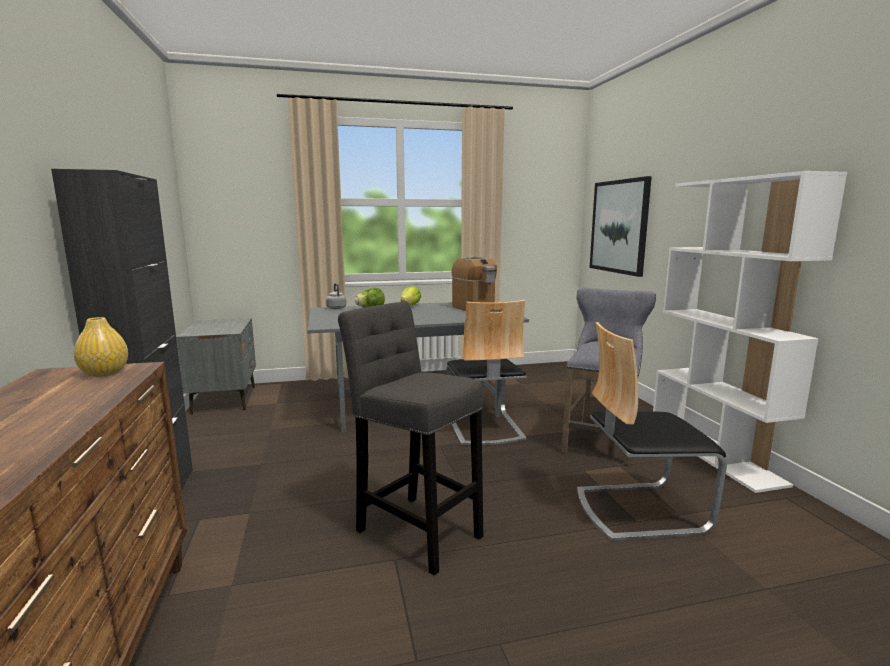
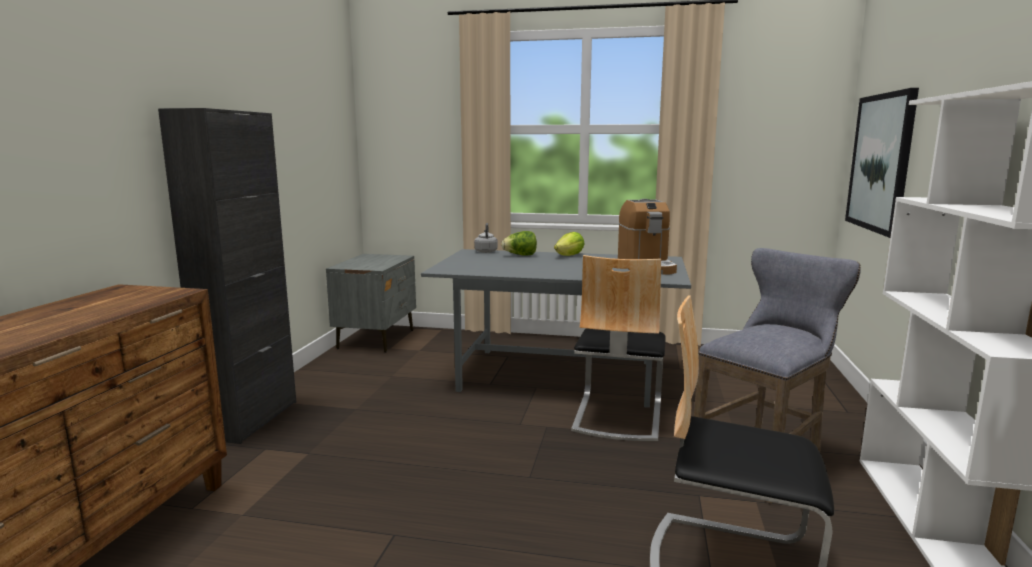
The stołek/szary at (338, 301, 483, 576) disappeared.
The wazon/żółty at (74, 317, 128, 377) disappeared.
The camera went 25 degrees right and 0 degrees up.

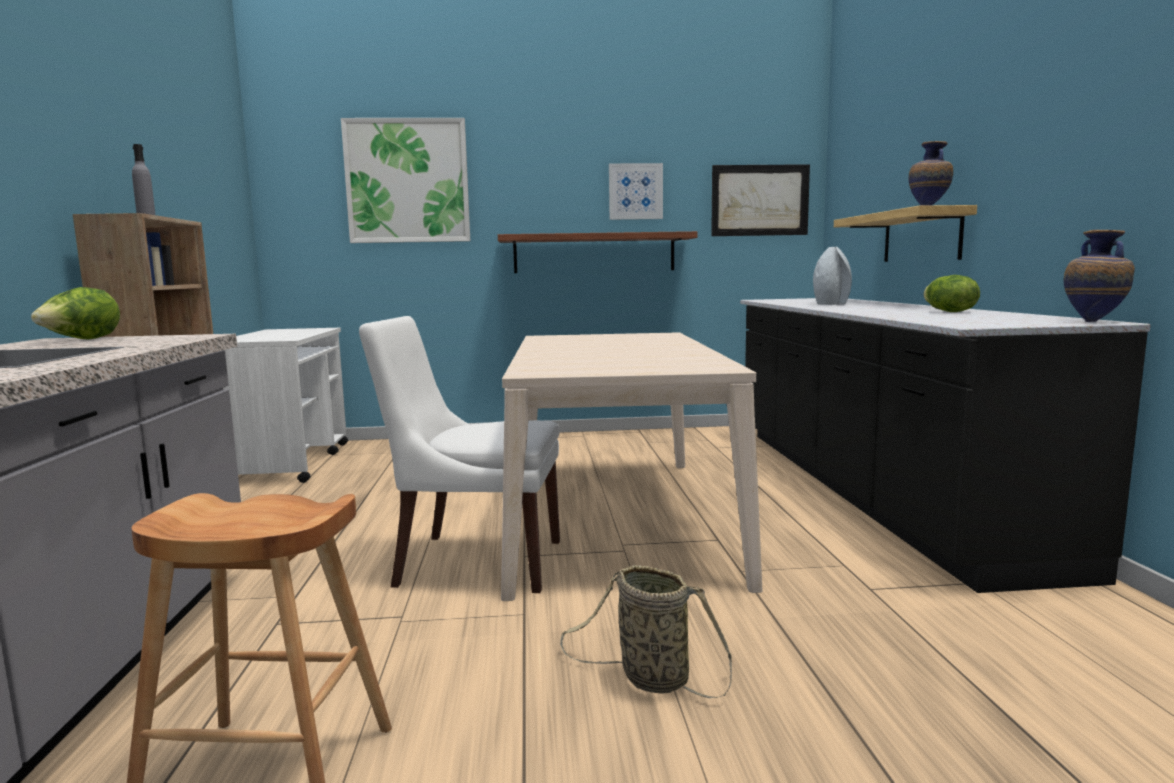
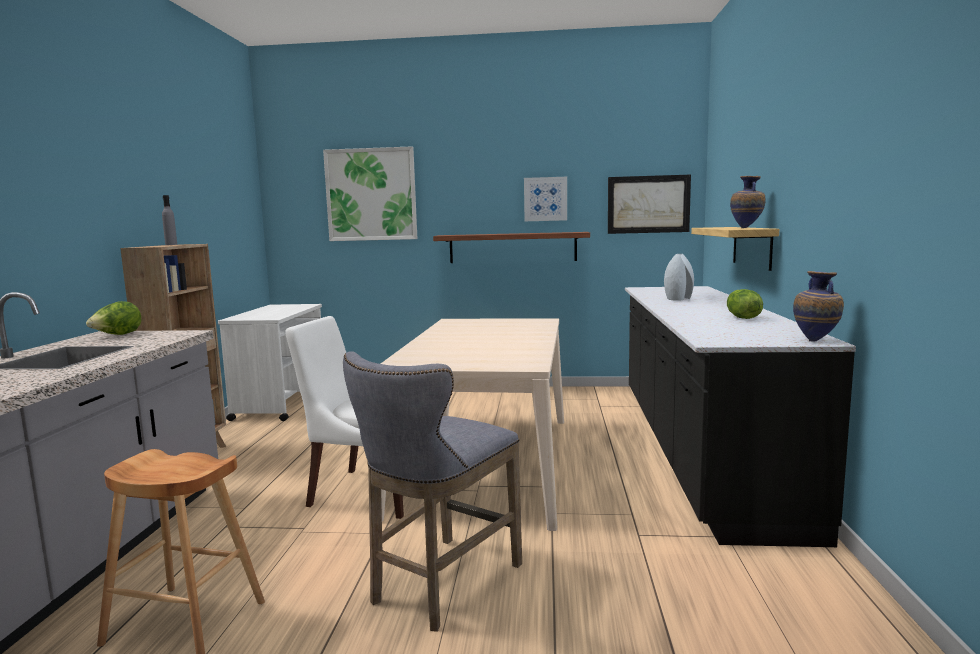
The koszyk at (560, 565, 732, 698) was replaced by the stołek/szary at (343, 351, 522, 632).
The camera went 10 degrees right and 0 degrees up.

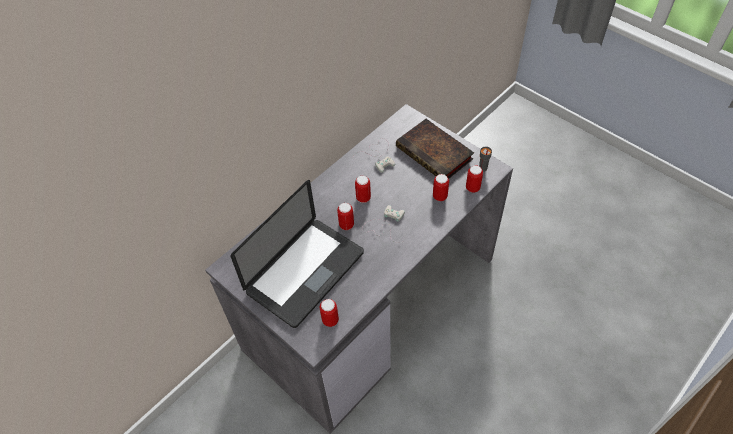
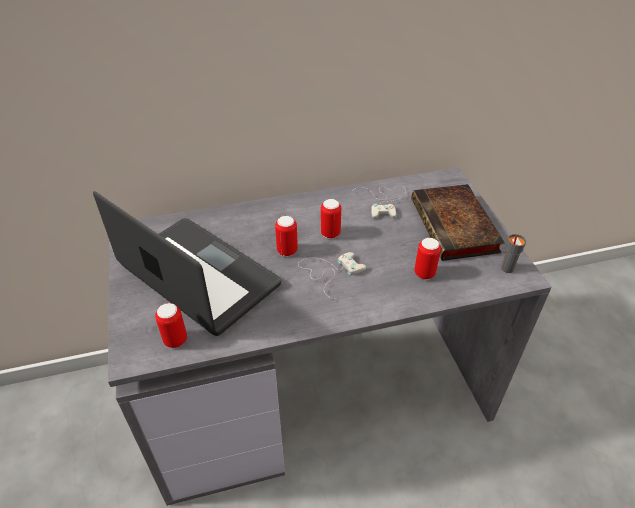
The puszka at (466, 165, 483, 193) disappeared.
The laptop at (231, 180, 364, 328) turned 120 degrees counterclockwise.
The camera went 30 degrees right and 10 degrees down.

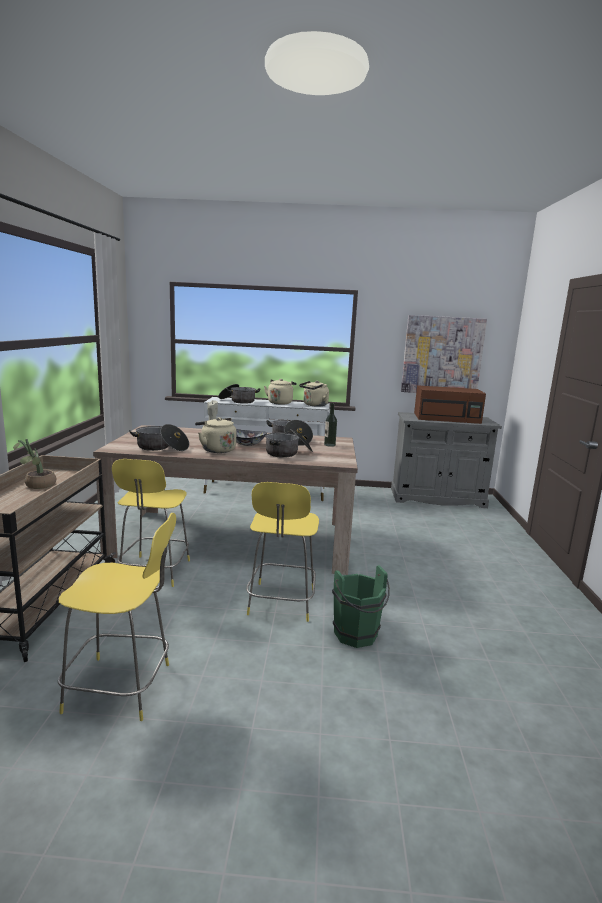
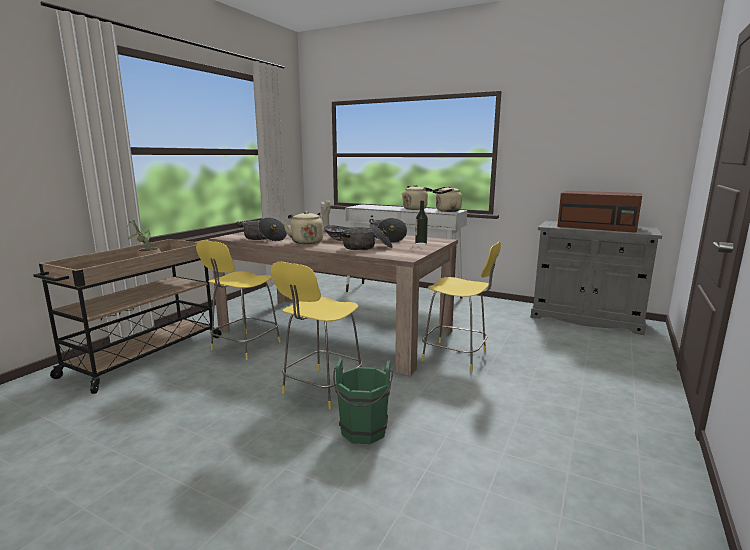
The obraz at (401, 315, 487, 393) disappeared.
The garnek at (218, 384, 260, 404) disappeared.
The stołek/żółty moved from (58, 513, 176, 721) to (422, 242, 501, 372).
The camera went 25 degrees right and 0 degrees up.

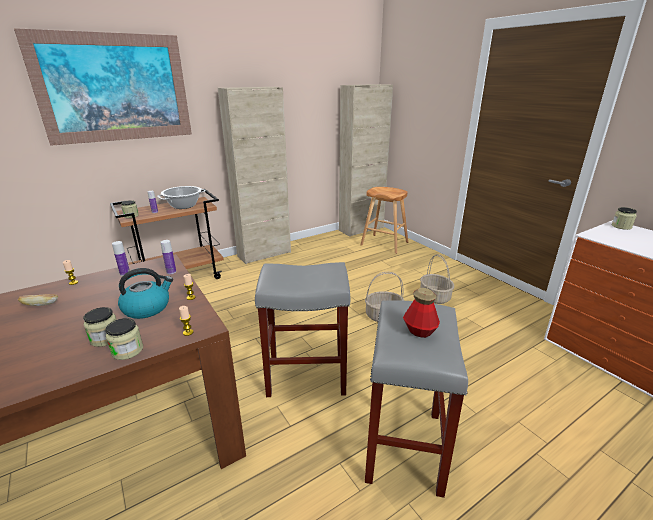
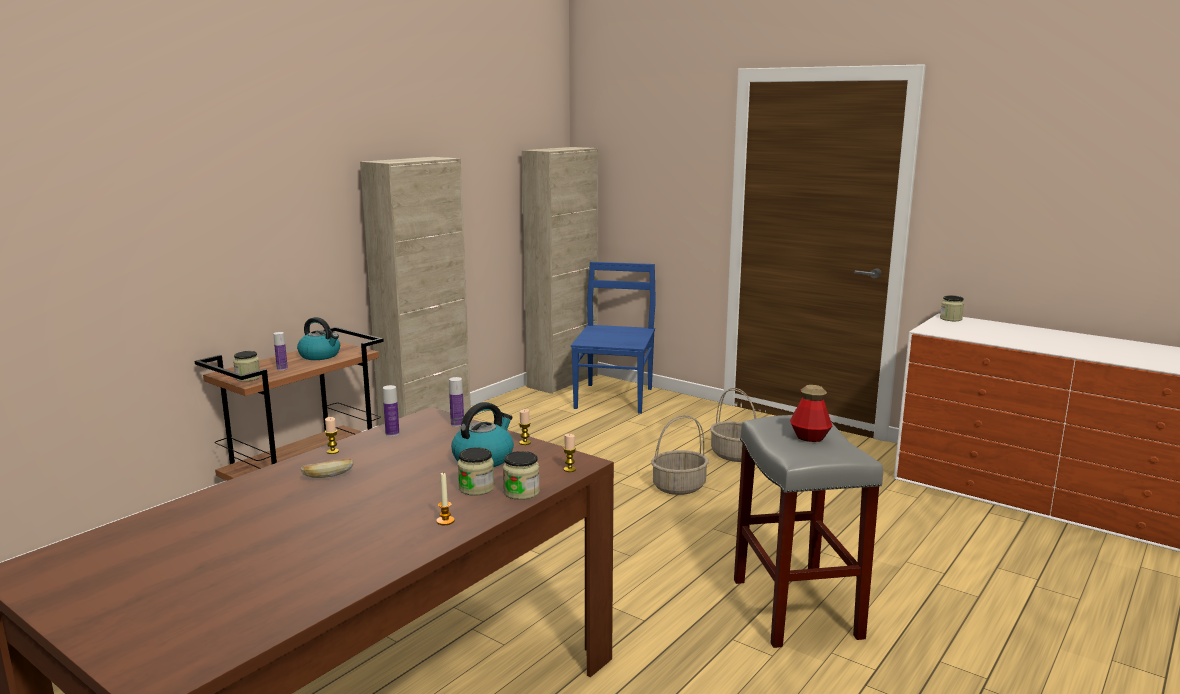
The obraz at (14, 28, 192, 146) disappeared.
The garnek at (157, 186, 206, 209) was replaced by the czajnik at (297, 317, 340, 360).
The stołek/brązowy at (360, 187, 408, 254) was replaced by the krzesło/niebieski at (571, 262, 656, 414).
The stołek/szary at (255, 262, 350, 397) disappeared.
The świeca at (436, 473, 455, 525) appeared.
The camera went 20 degrees left and 10 degrees down.

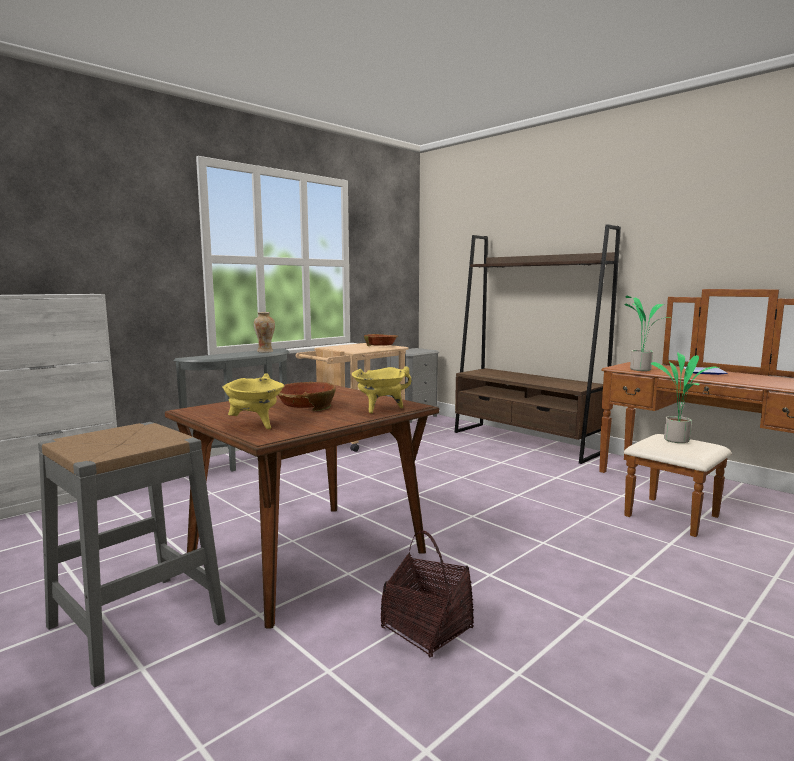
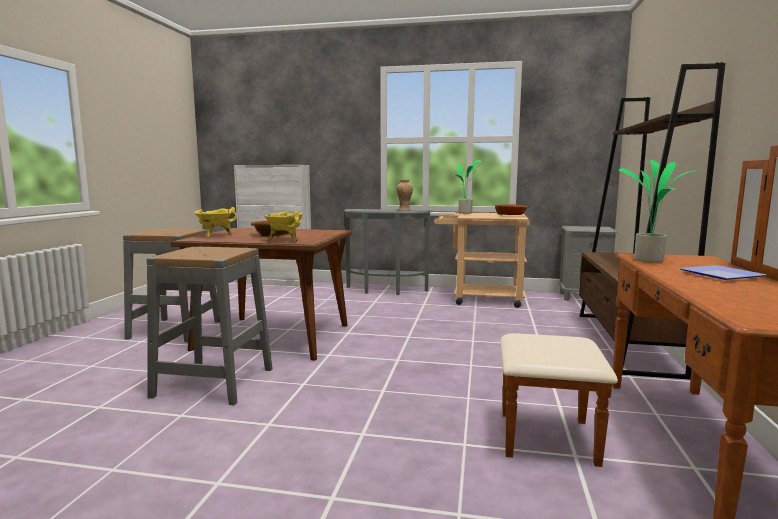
The roślina doniczkowa moved from (651, 352, 719, 443) to (456, 160, 483, 214).
The koszyk at (381, 531, 474, 658) was replaced by the stołek/szary at (147, 247, 273, 405).
The camera went 55 degrees right and 0 degrees up.

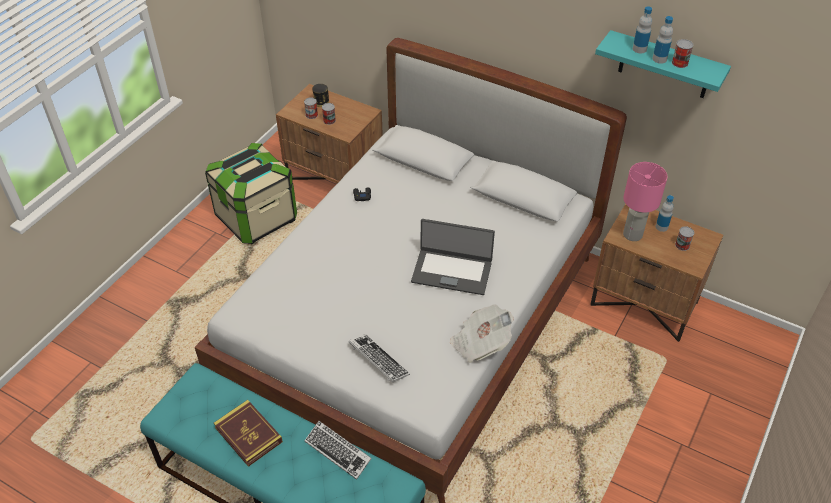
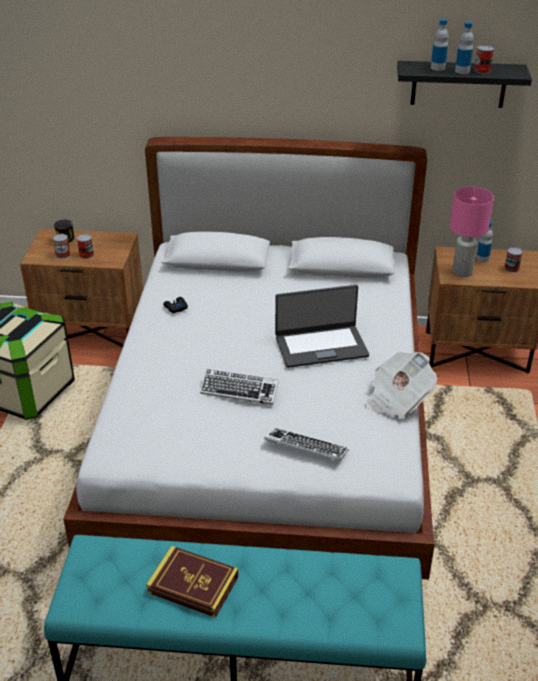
The półka/turkusowy at (595, 30, 731, 98) became the półka/czarny at (397, 61, 532, 108).
The klawiatura moved from (305, 421, 372, 480) to (200, 369, 279, 405).
The camera went 25 degrees left and 10 degrees down.

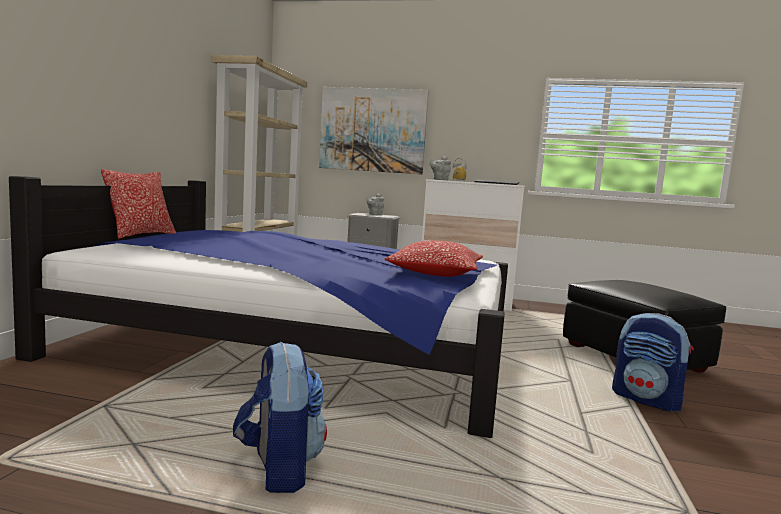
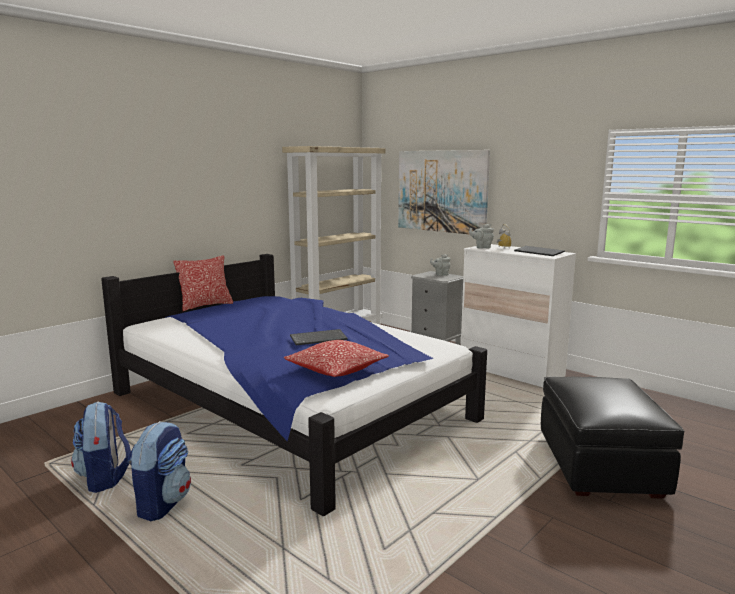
The plecak moved from (612, 313, 694, 412) to (71, 401, 131, 493).
The klawiatura at (290, 329, 348, 345) appeared.
The camera went 30 degrees right and 5 degrees up.

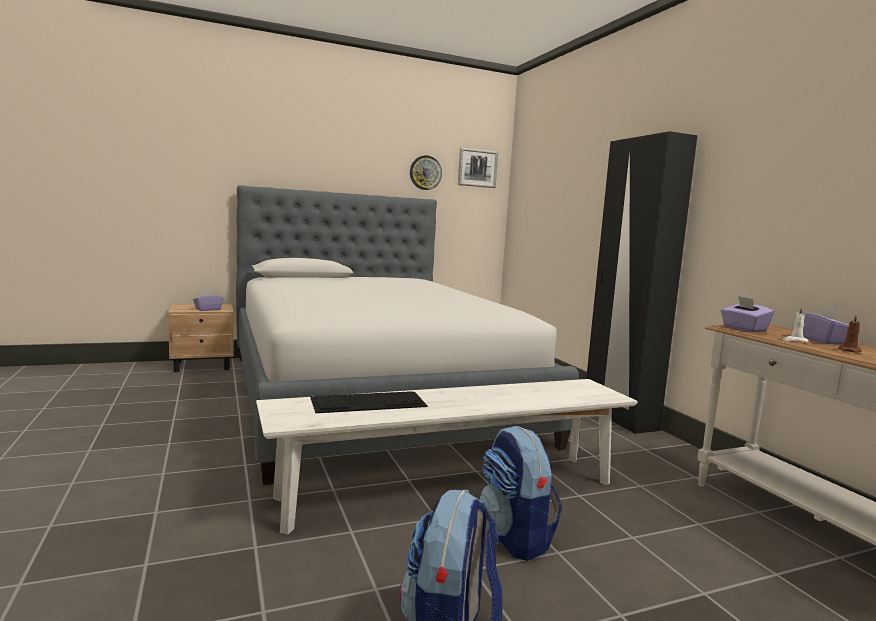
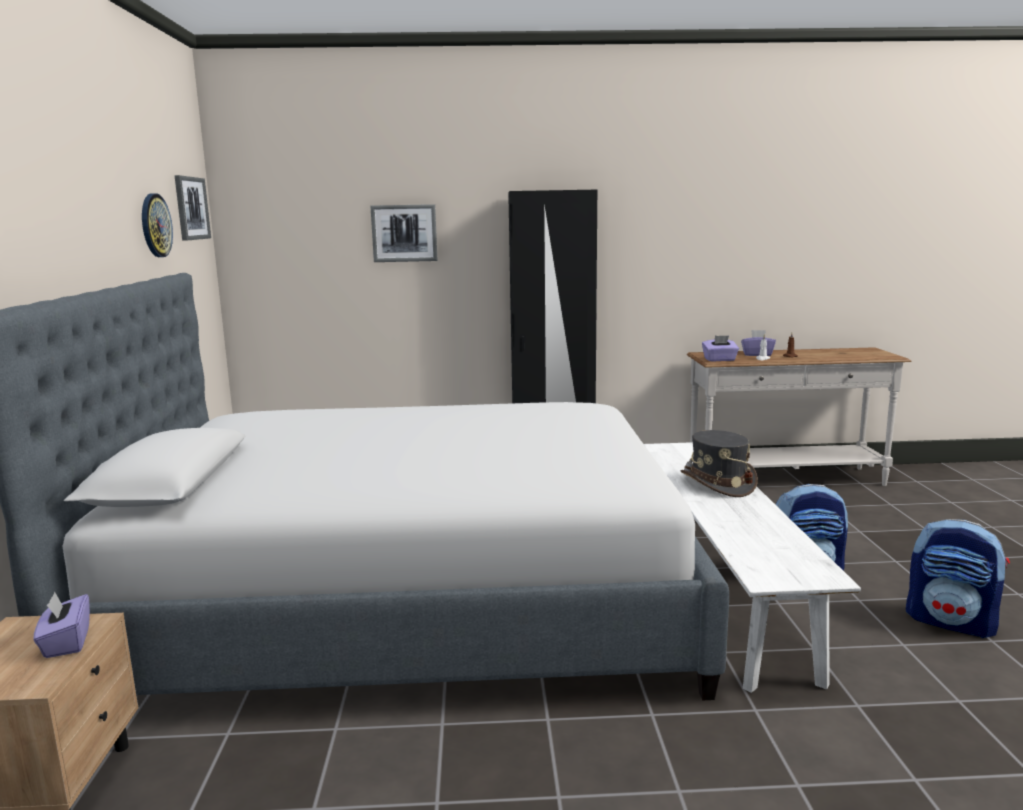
The klawiatura at (310, 391, 428, 413) disappeared.
The obraz at (370, 204, 437, 262) appeared.
The kapelusz/szary at (681, 430, 758, 497) appeared.
The camera went 70 degrees left and 5 degrees up.

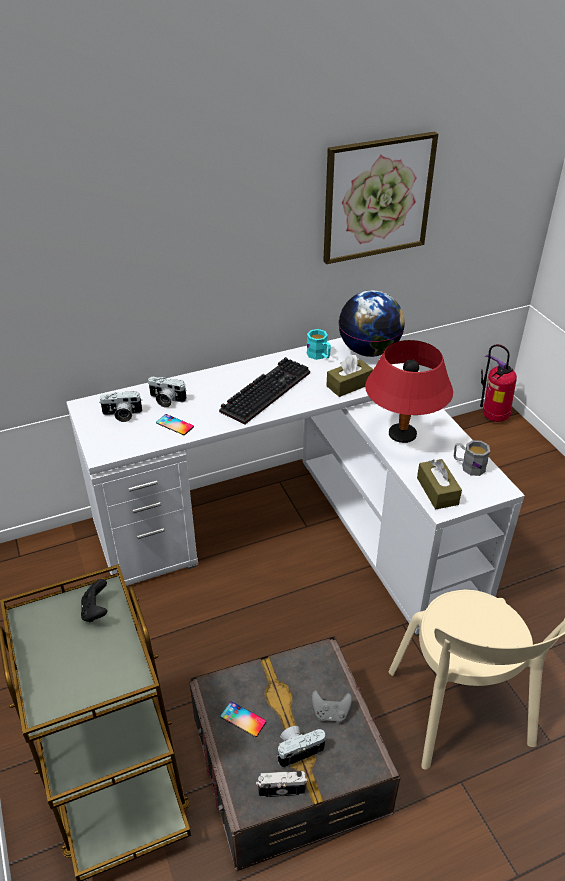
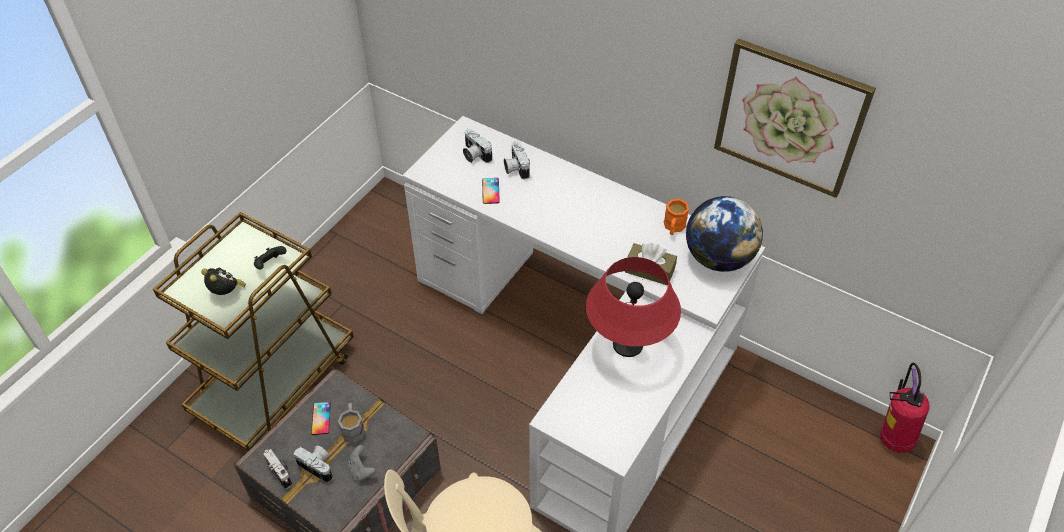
The kubek/turkusowy at (307, 329, 331, 360) became the kubek/pomarańczowy at (664, 199, 689, 235).
The klawiatura at (219, 357, 310, 425) disappeared.
The kubek/szary moved from (454, 440, 490, 476) to (338, 403, 365, 444).
The pudełko chusteczek/brązowy at (417, 459, 462, 509) disappeared.
The budzik at (201, 267, 246, 295) appeared.
The camera went 55 degrees right and 10 degrees up.

